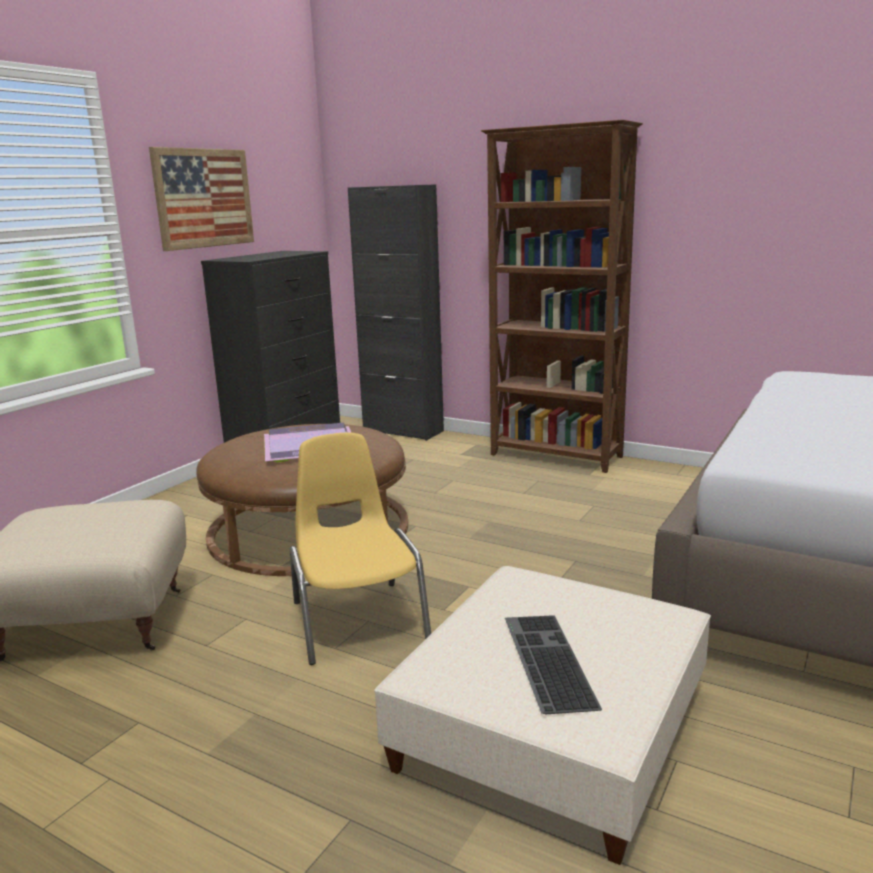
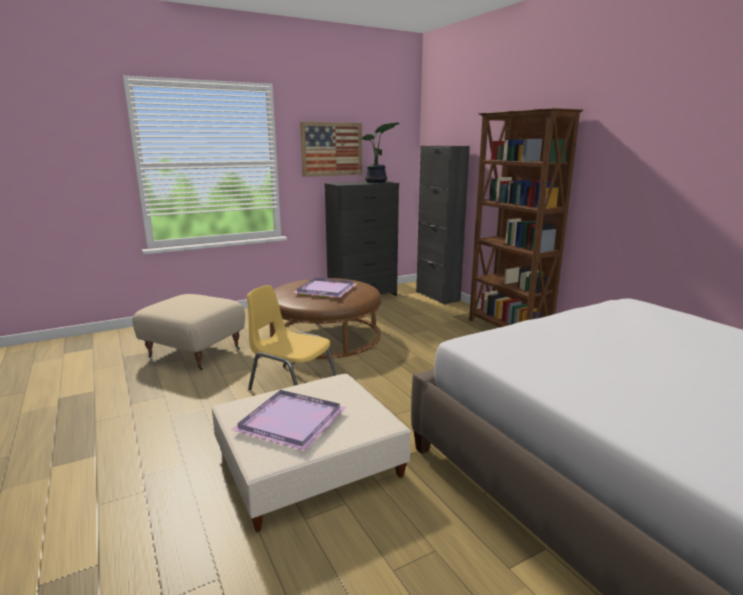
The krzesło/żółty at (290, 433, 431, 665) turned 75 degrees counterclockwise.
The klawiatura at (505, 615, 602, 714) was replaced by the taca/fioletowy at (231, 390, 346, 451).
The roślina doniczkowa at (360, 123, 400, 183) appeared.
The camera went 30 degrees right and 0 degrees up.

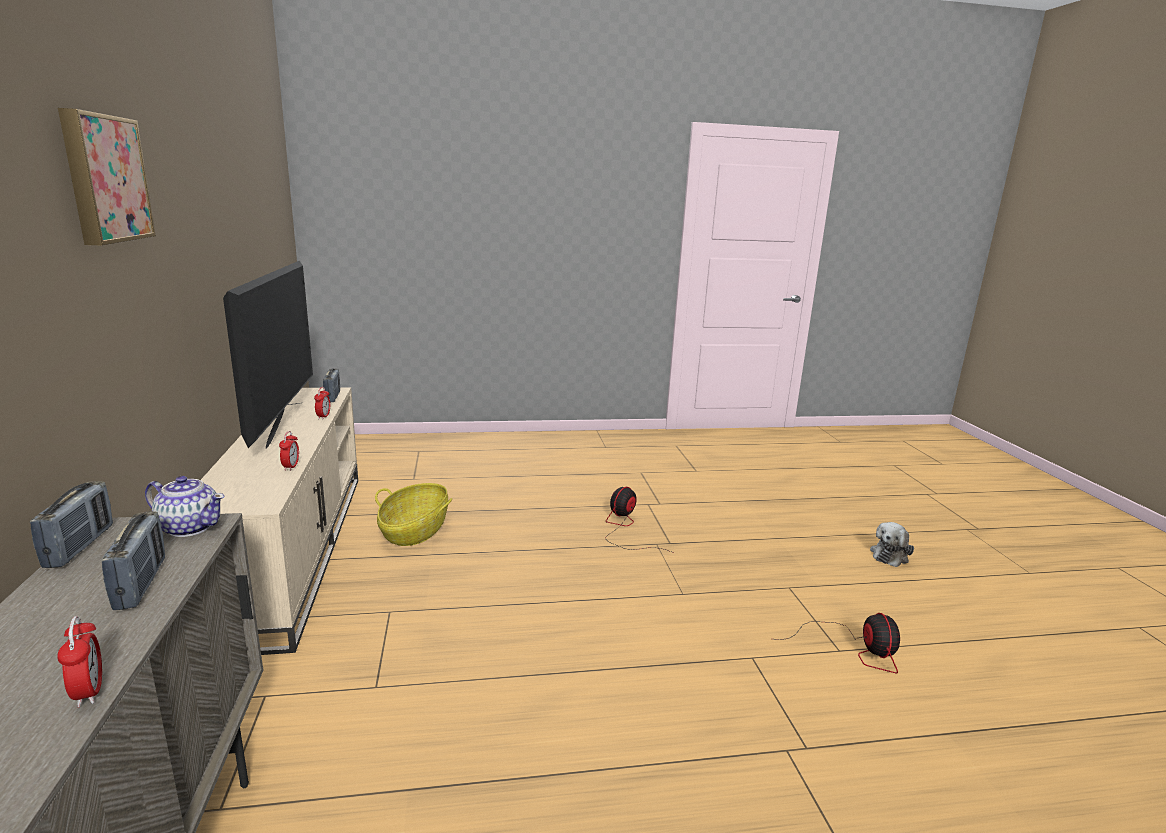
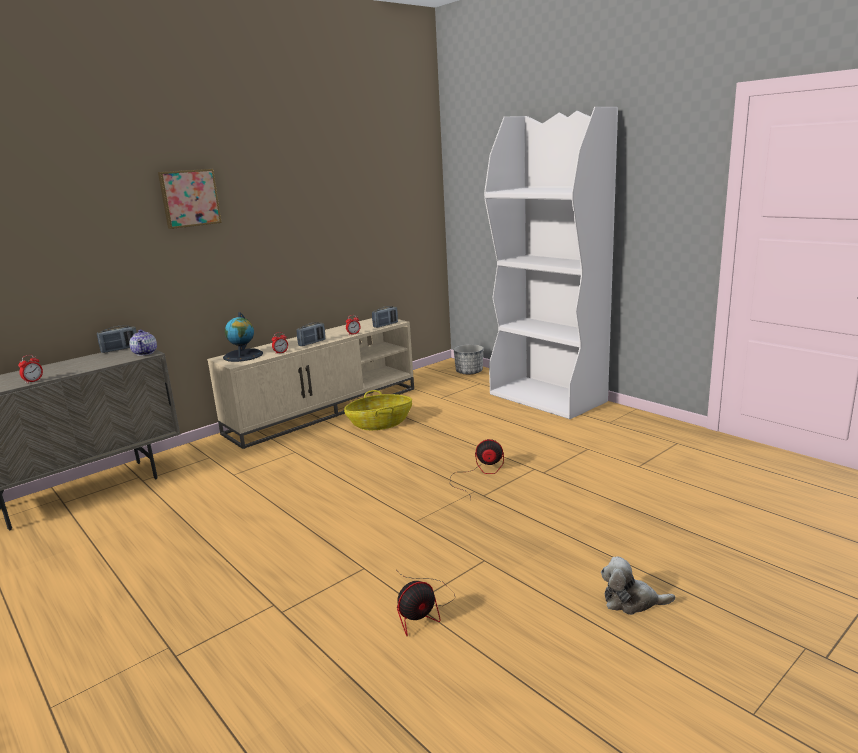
The telewizor at (223, 261, 313, 449) disappeared.
The radio moved from (101, 511, 165, 610) to (296, 322, 325, 346).
The regał/biały at (484, 107, 618, 419) appeared.
The globus at (223, 312, 263, 362) appeared.
The donica at (454, 344, 483, 375) appeared.
The camera went 60 degrees right and 0 degrees up.

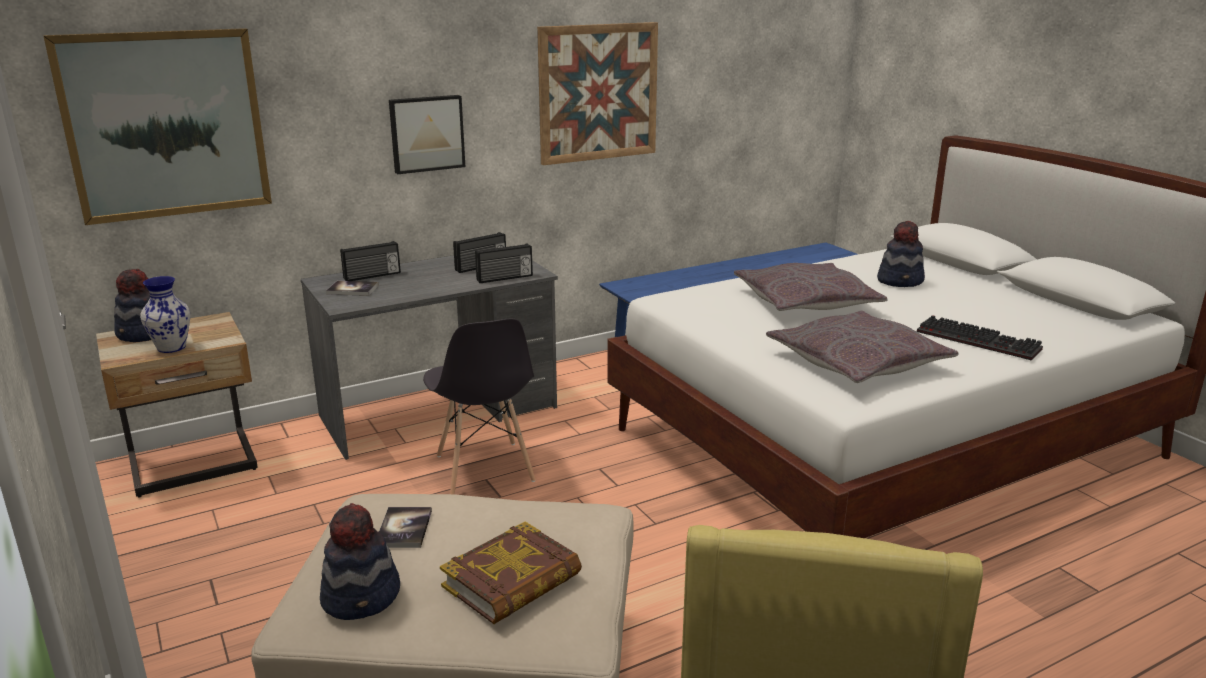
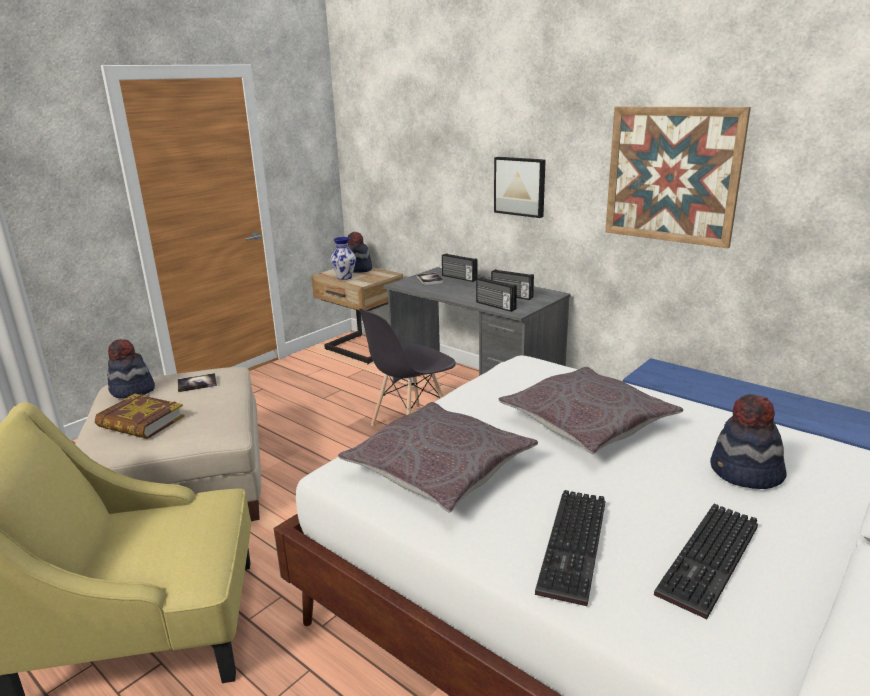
The obraz at (43, 28, 272, 225) disappeared.
The klawiatura at (654, 504, 758, 619) appeared.
The camera went 70 degrees right and 0 degrees up.

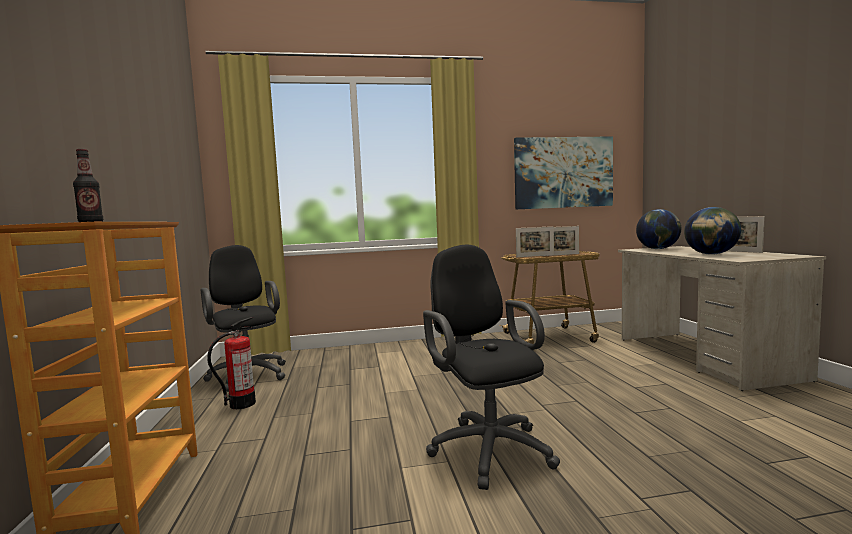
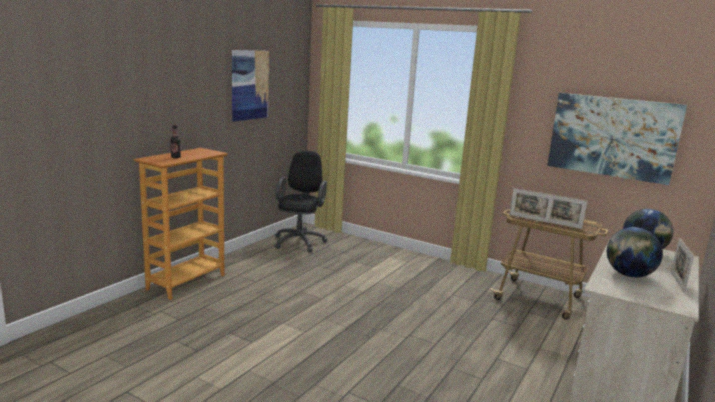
The krzesło biurowe/czarny at (423, 245, 560, 490) disappeared.
The gaśnica at (207, 317, 256, 409) disappeared.
The obraz at (232, 50, 269, 121) appeared.
The camera went 40 degrees right and 10 degrees up.

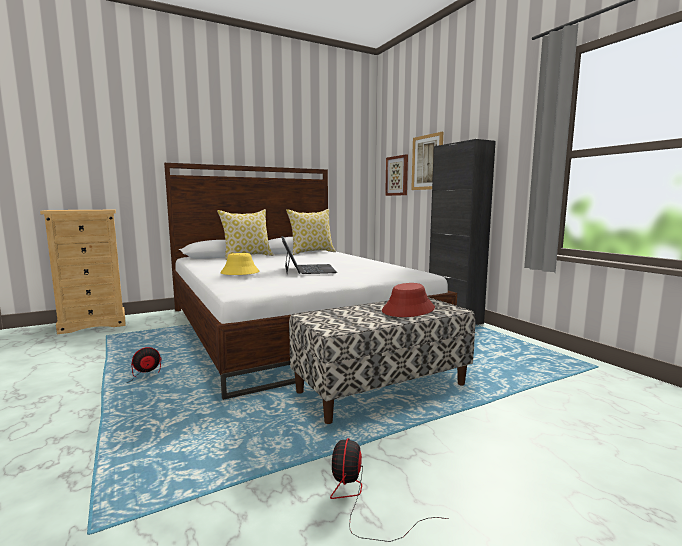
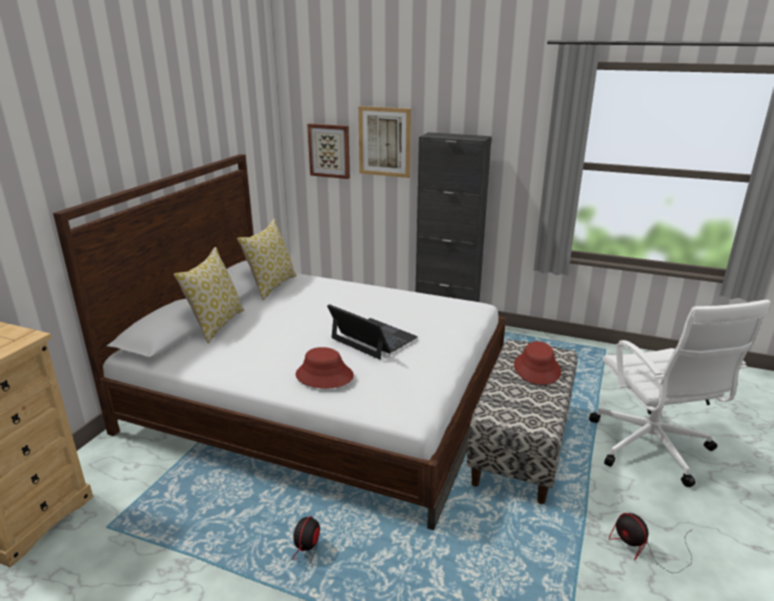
The kapelusz/żółty at (220, 253, 260, 275) became the kapelusz/czerwony at (295, 347, 354, 389).
The krzesło biurowe/biały at (589, 300, 771, 487) appeared.
The camera went 40 degrees left and 15 degrees up.

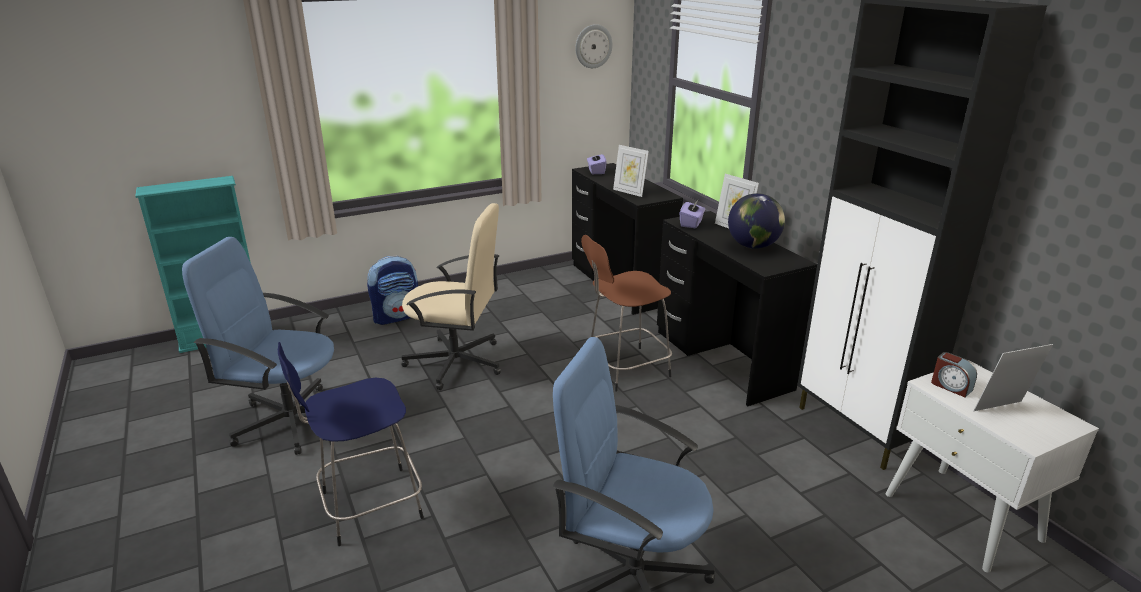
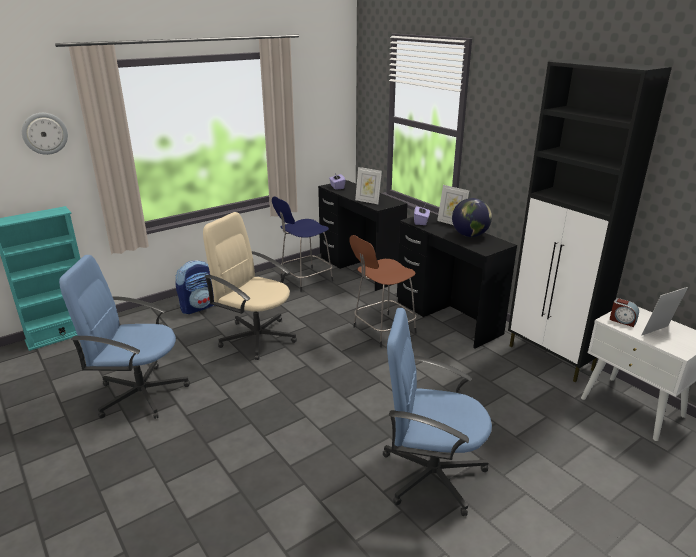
The zegar ścienny moved from (575, 24, 613, 68) to (22, 113, 68, 155).
The krzesło biurowe/beżowy at (401, 203, 501, 390) turned 150 degrees counterclockwise.
The stołek/niebieski moved from (278, 342, 424, 546) to (272, 196, 333, 292).
The camera went 10 degrees left and 0 degrees up.

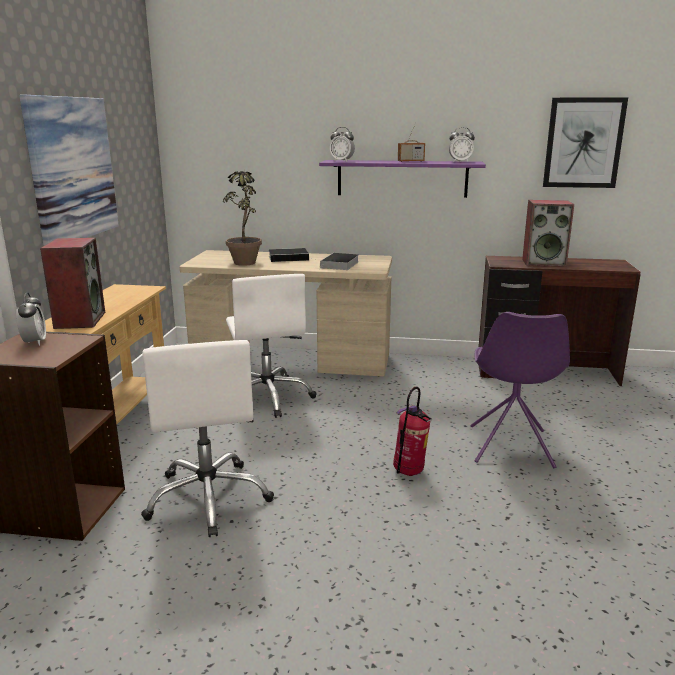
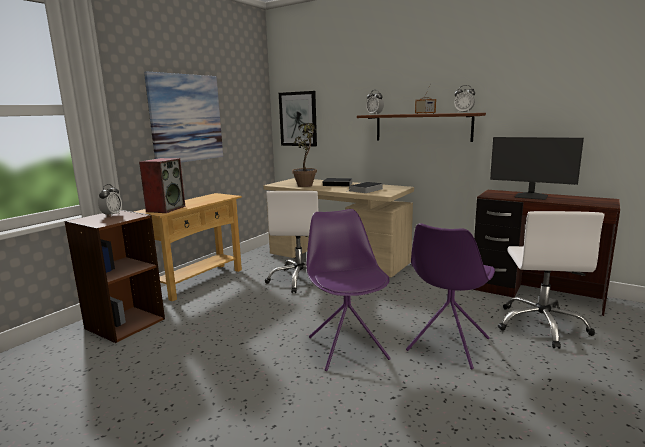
The obraz moved from (543, 97, 628, 188) to (279, 91, 317, 146).
The półka/fioletowy at (319, 160, 486, 198) became the półka/brązowy at (357, 113, 486, 142).
The głośnik at (522, 200, 574, 267) was replaced by the monitor at (490, 137, 584, 200).
The krzesło biurowe/biały moved from (141, 340, 274, 537) to (498, 211, 605, 349).
The gaśnica at (393, 387, 432, 476) was replaced by the krzesło/fioletowy at (307, 209, 391, 371).
The camera went 25 degrees right and 5 degrees down.

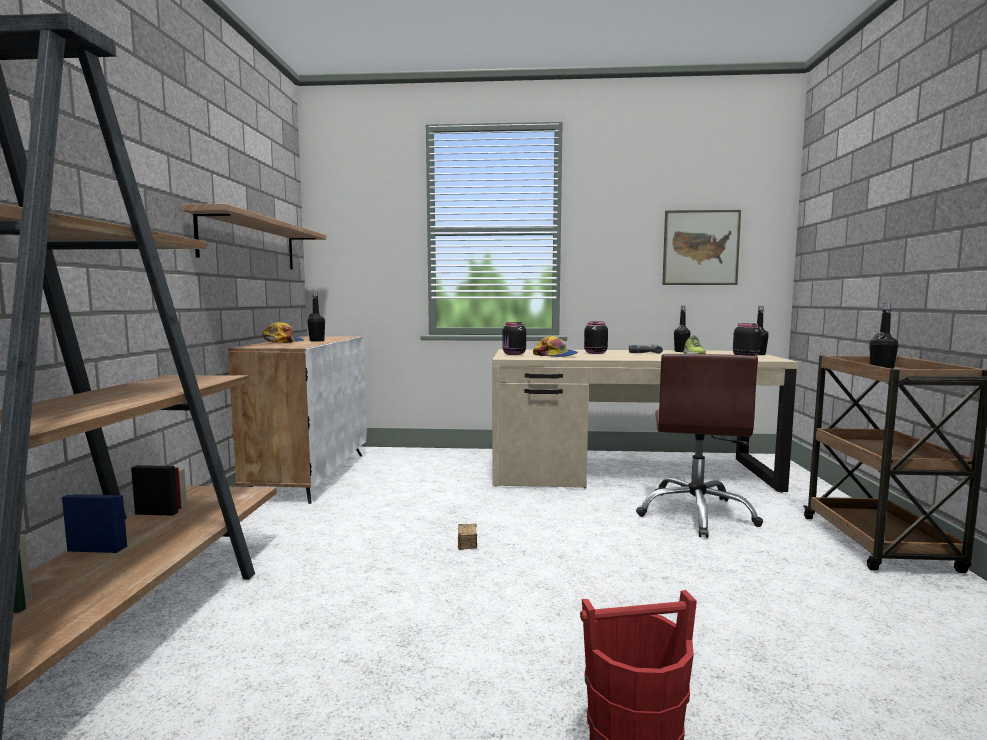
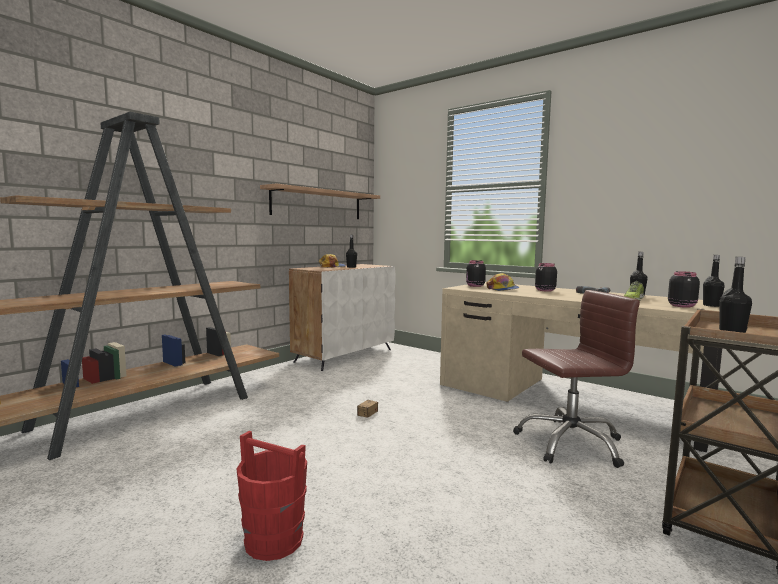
The obraz at (662, 210, 741, 285) disappeared.
The krzesło biurowe/brązowy at (636, 354, 763, 538) turned 150 degrees counterclockwise.
The camera went 35 degrees right and 0 degrees up.

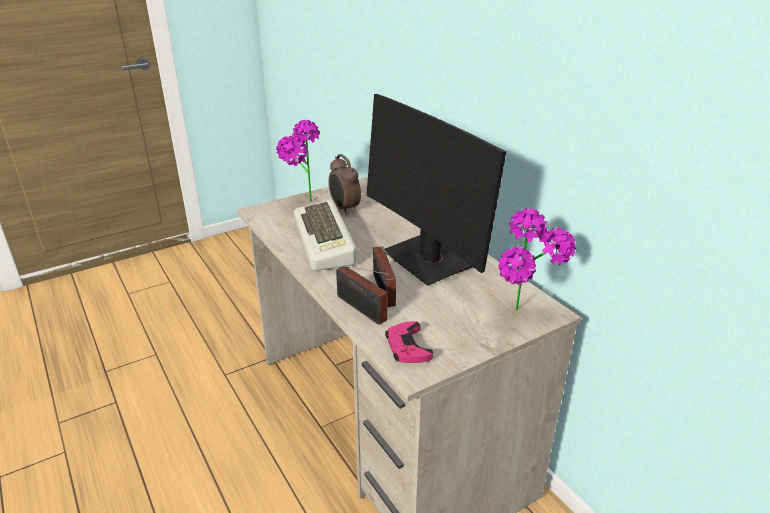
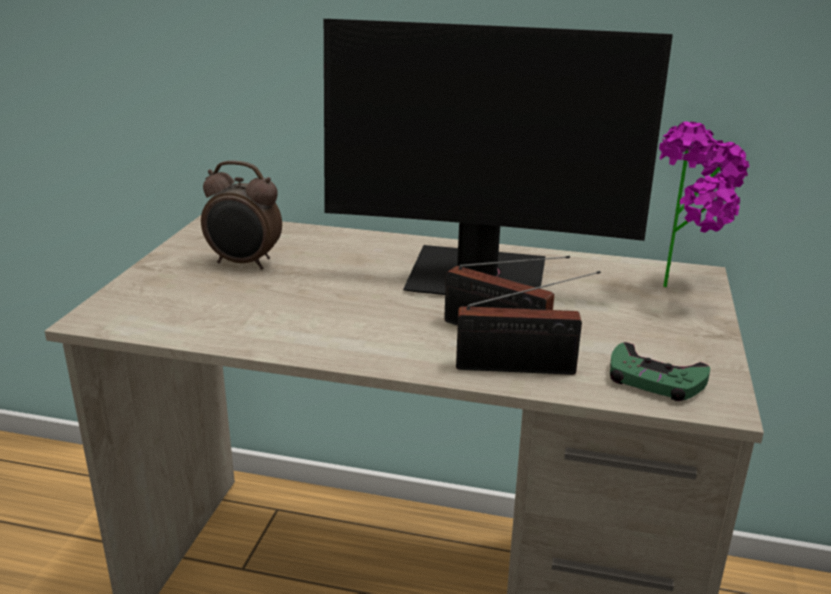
The roślina doniczkowa at (276, 120, 320, 201) disappeared.
The klawiatura at (294, 200, 356, 271) disappeared.
The pad do gier/różowy at (385, 321, 433, 363) became the pad do gier/zielony at (610, 342, 710, 401).
The camera went 45 degrees left and 5 degrees down.

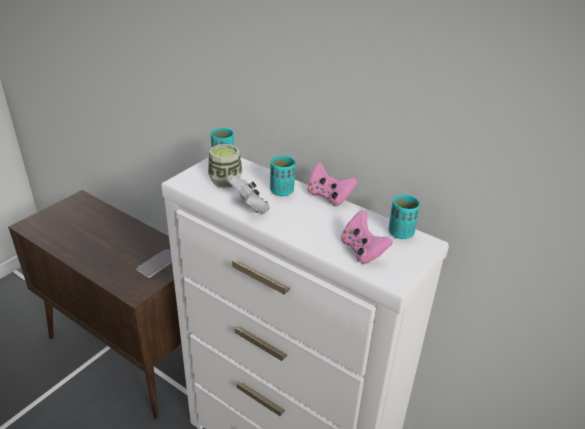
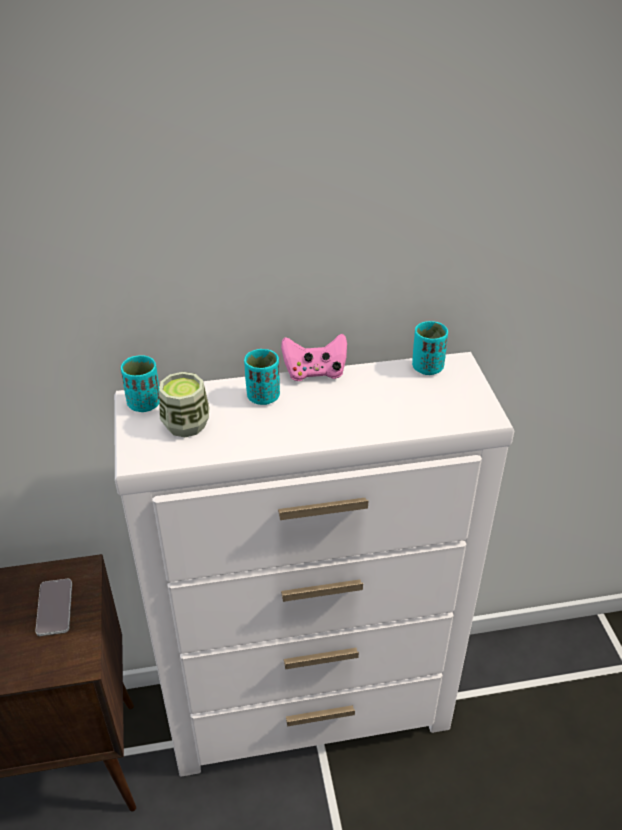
The pad do gier/biały at (227, 174, 270, 213) disappeared.
The pad do gier/różowy at (341, 210, 392, 264) disappeared.
The camera went 45 degrees left and 5 degrees up.

